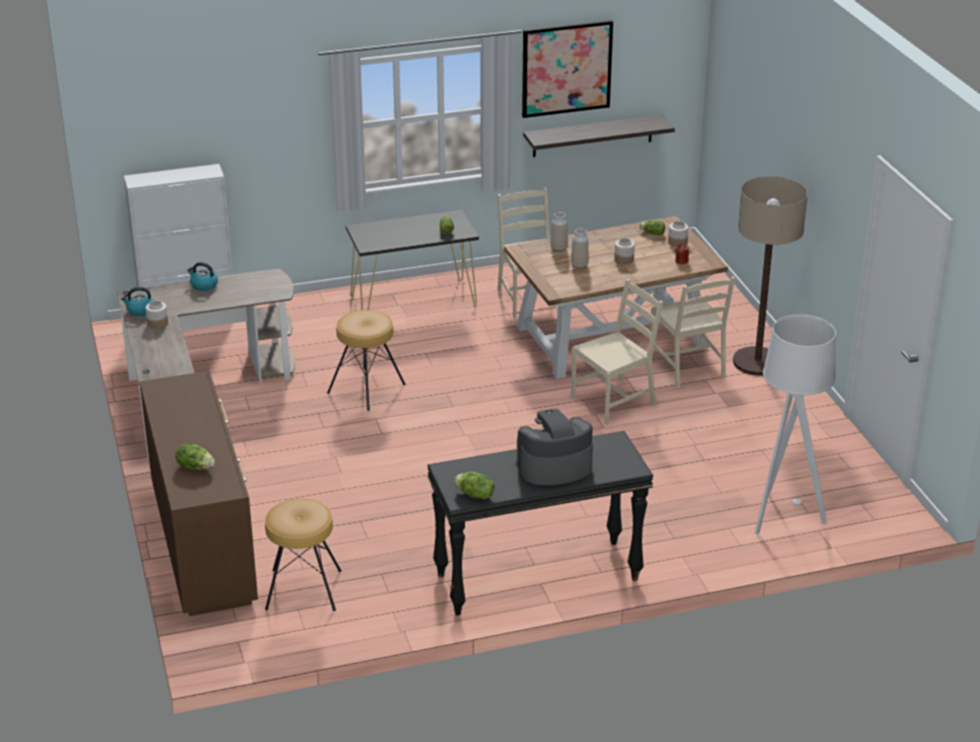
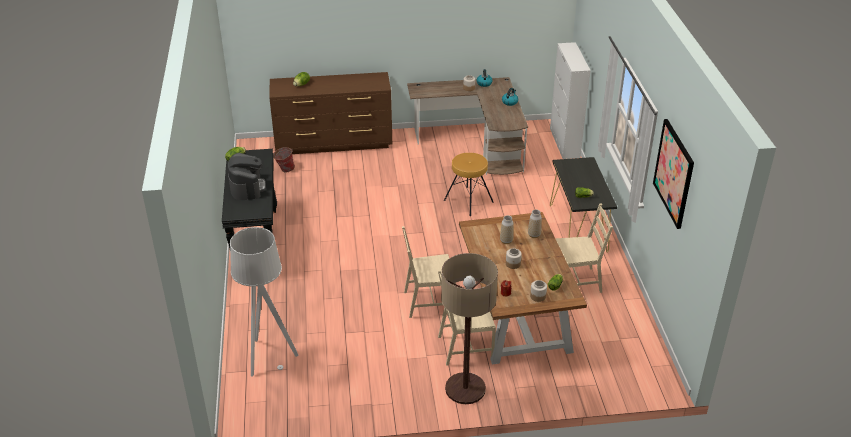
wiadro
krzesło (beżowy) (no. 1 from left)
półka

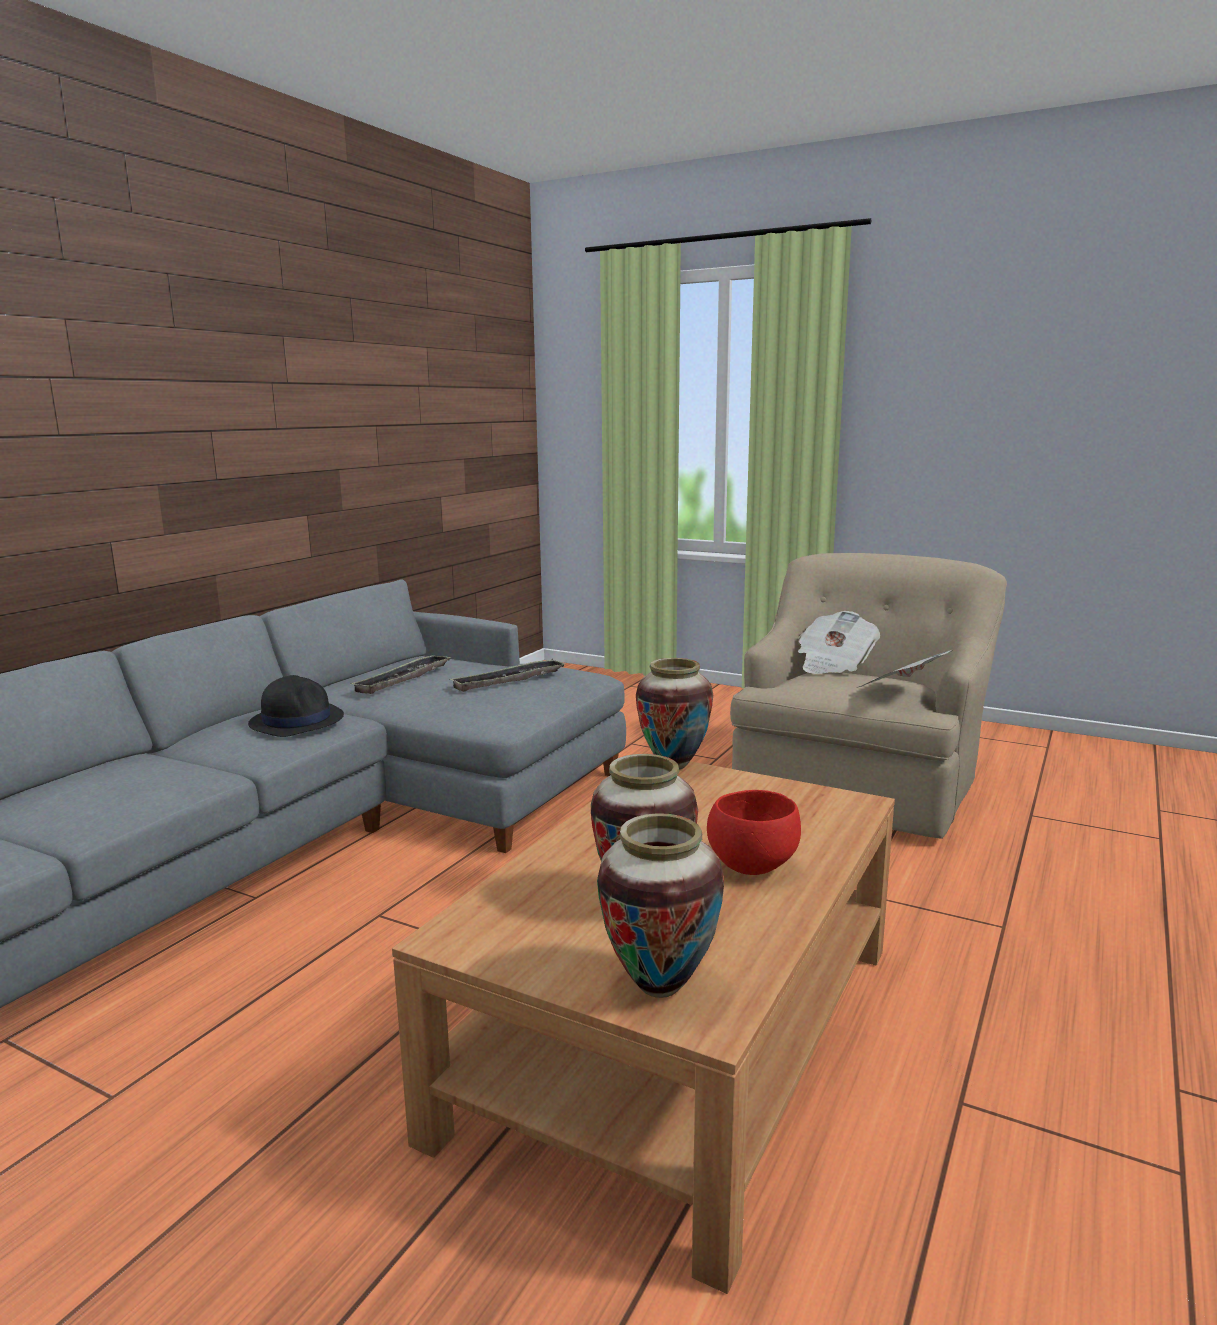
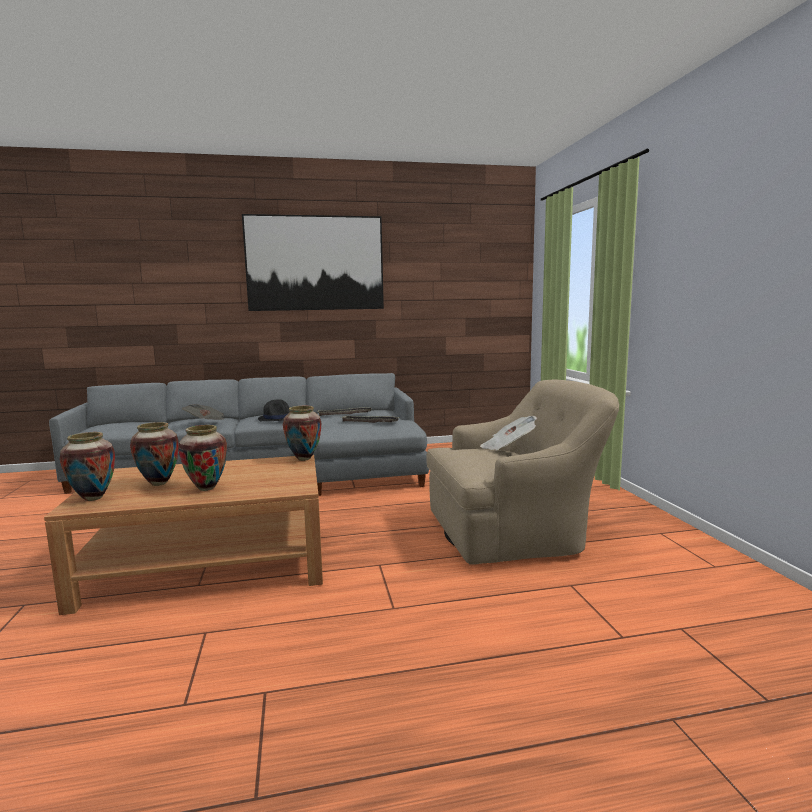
wazon (no. 3 from left)
gazeta (no. 1 from left)
obraz

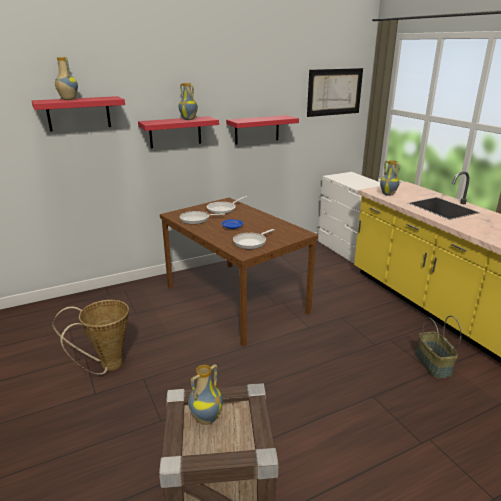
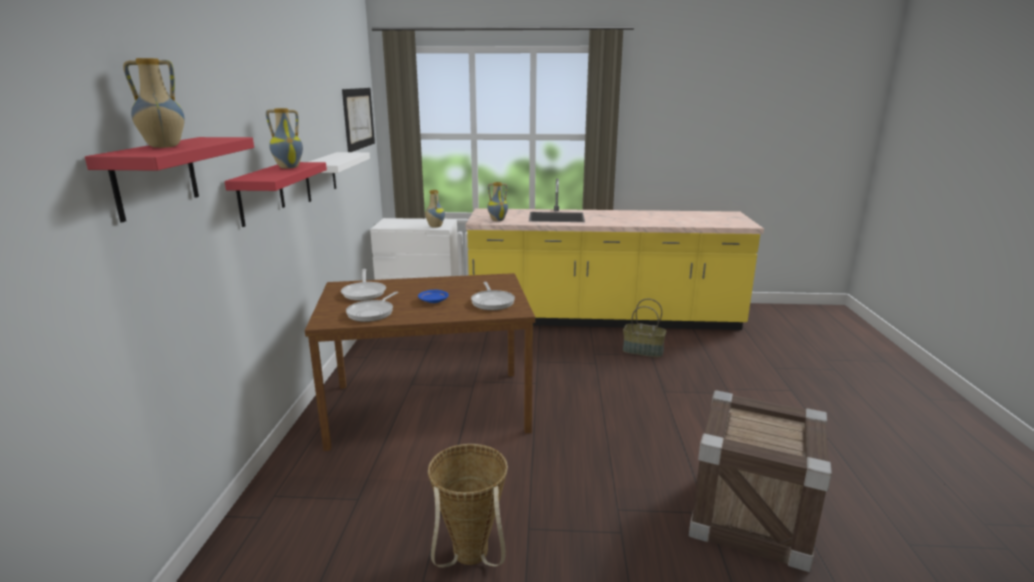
półka (biały)
wazon (no. 3 from left)

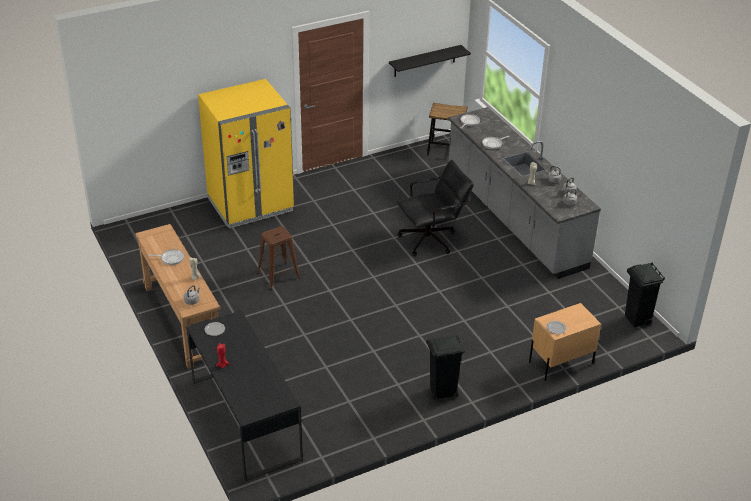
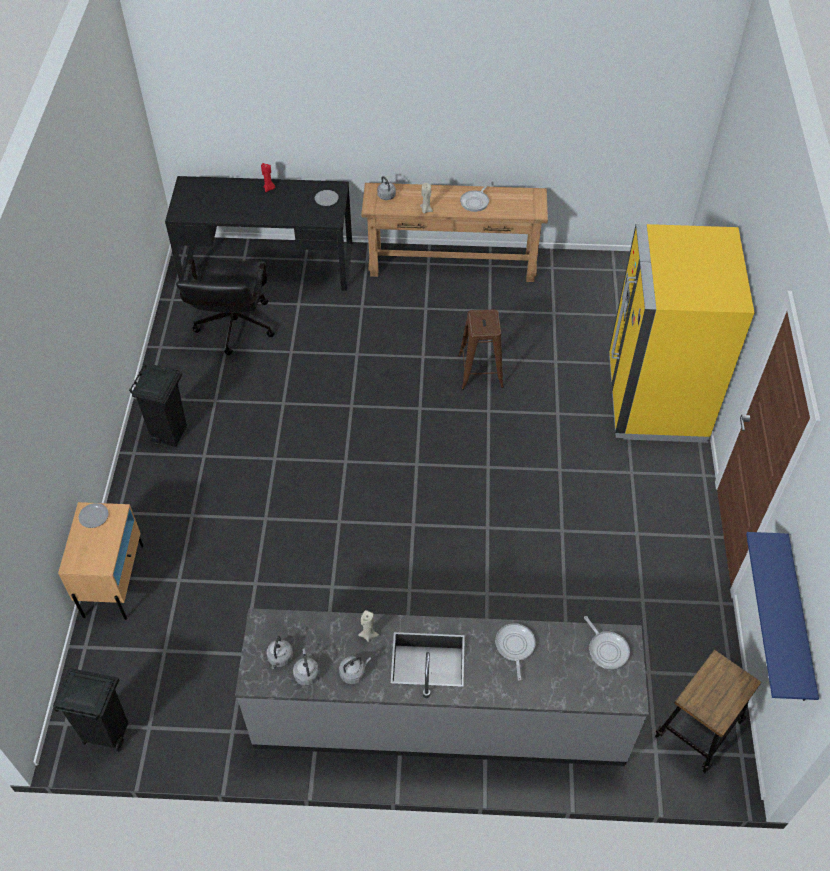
krzesło biurowe (czarny)
półka (niebieski)

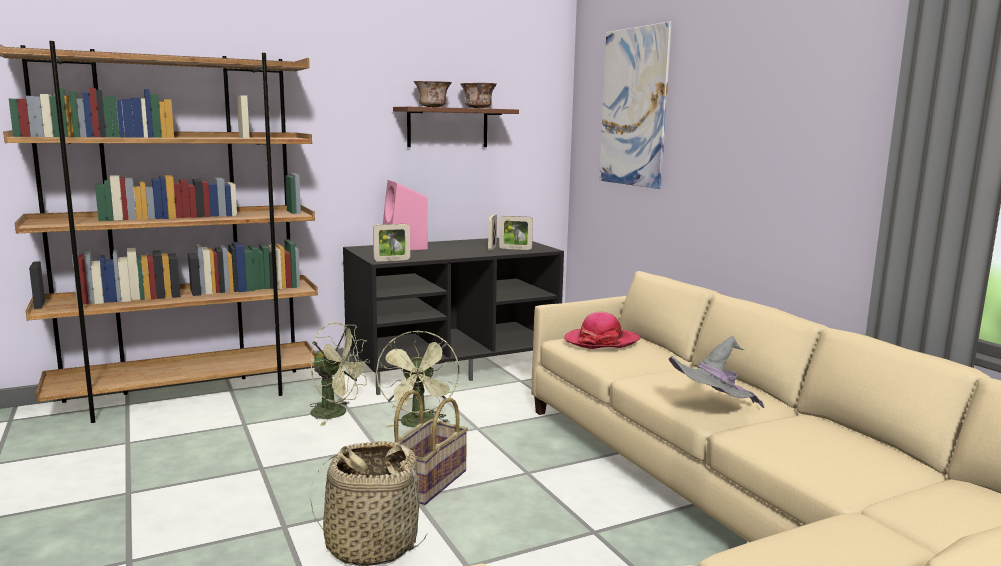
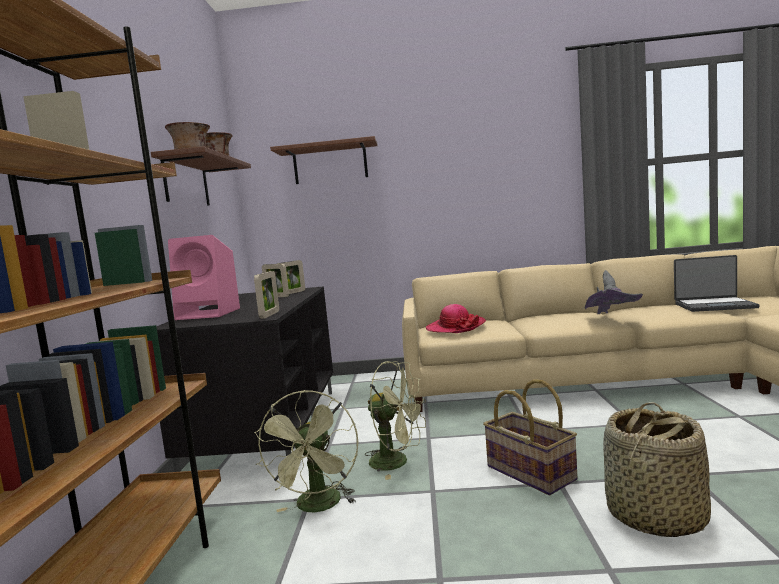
wentylator (zielony) (no. 1 from left)
półka (brązowy) (no. 2 from left)
laptop

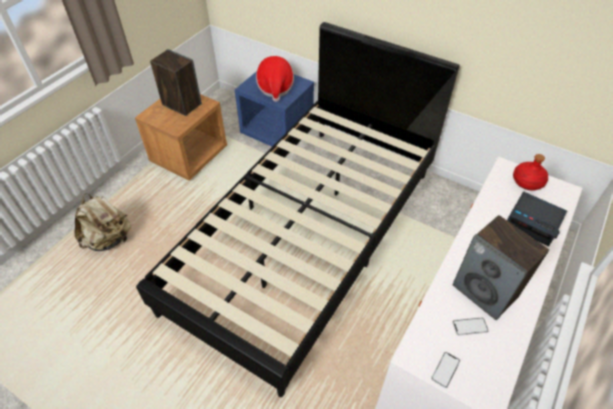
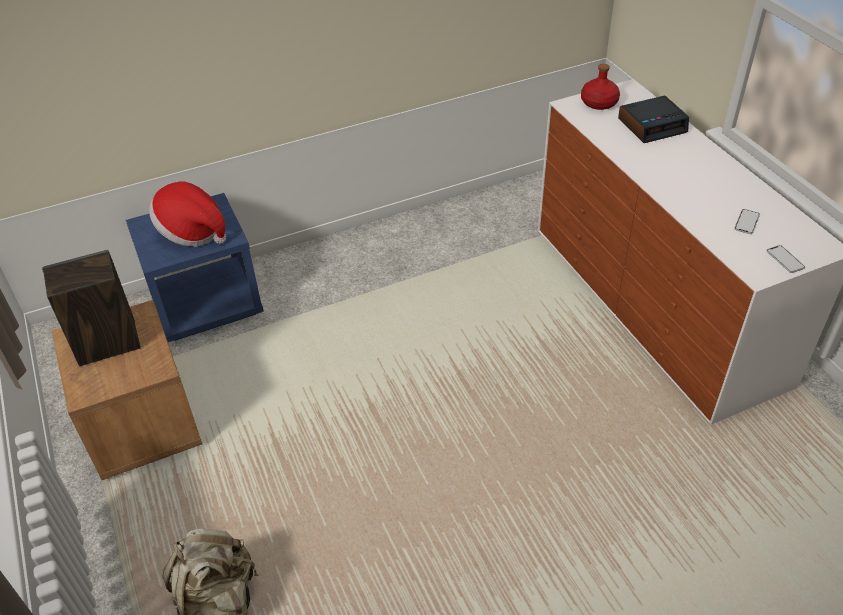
łóżko (czarny)
głośnik (no. 2 from left in the first image)

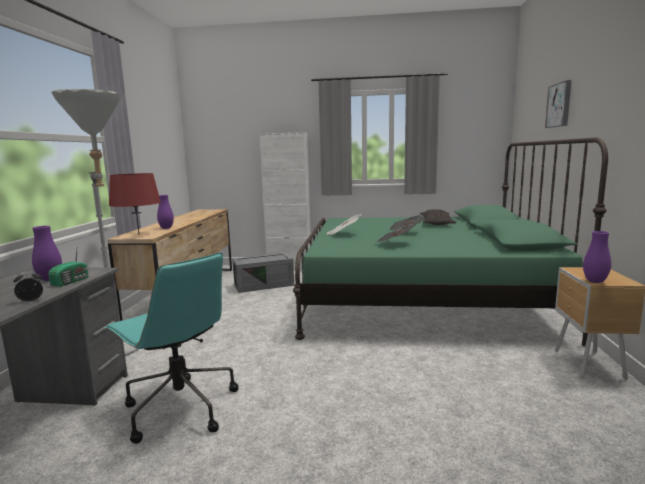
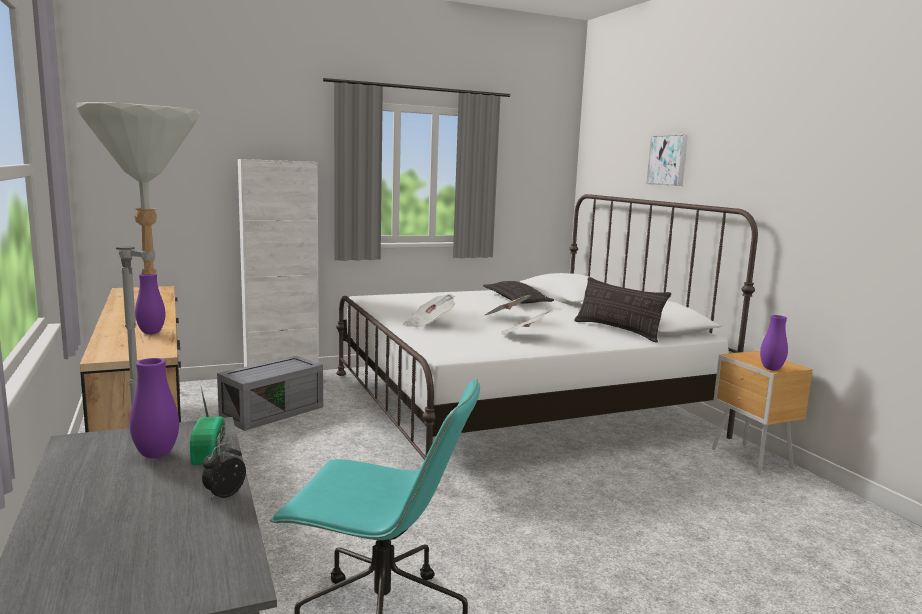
łóżko (biały)
poduszka (no. 2 from left)
lampa stołowa (czerwony)

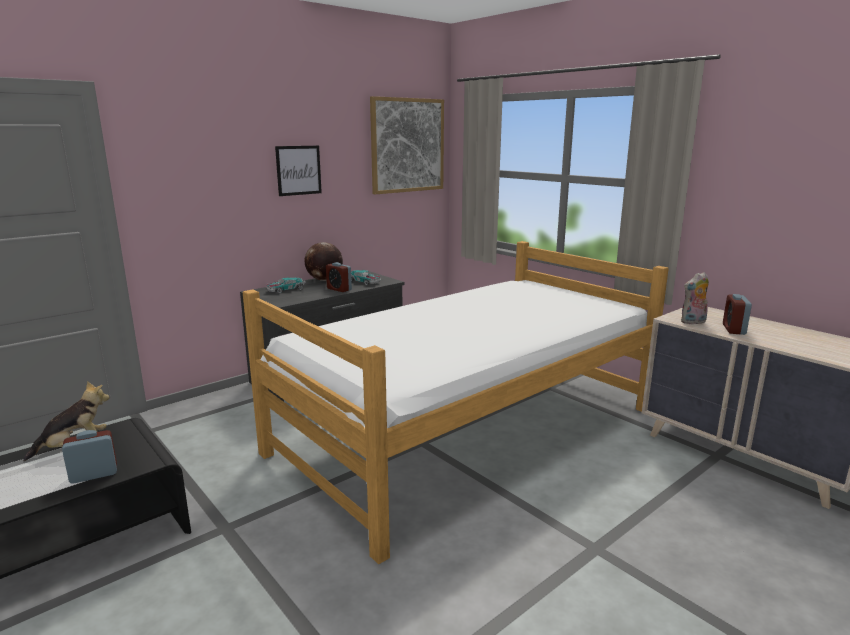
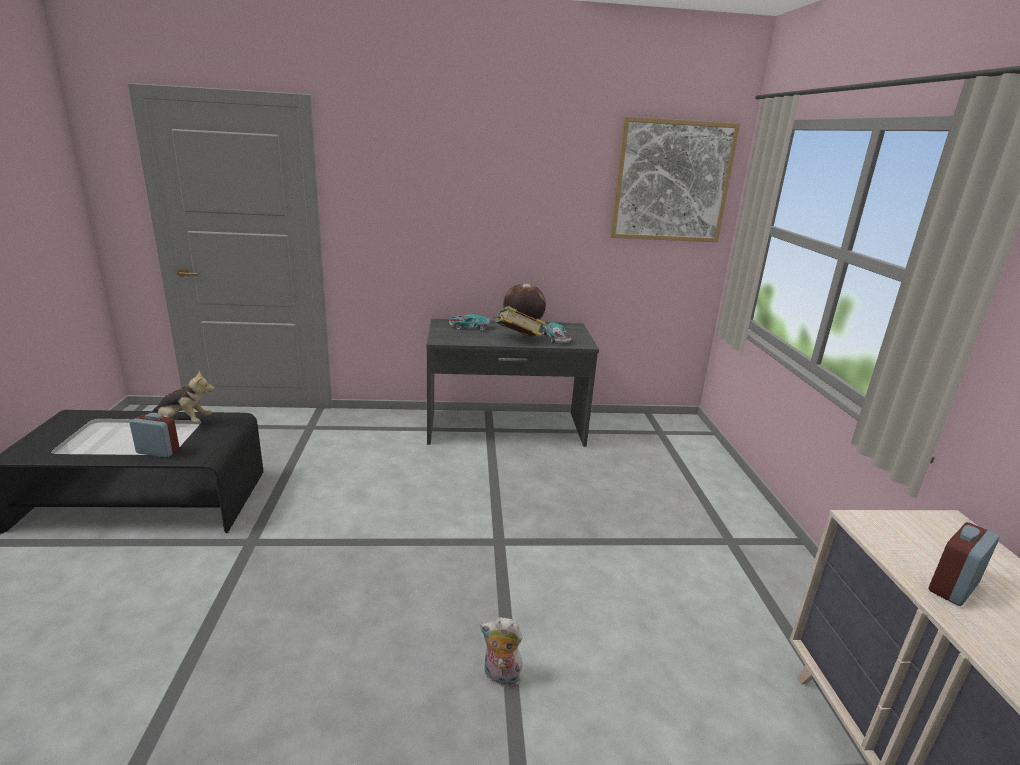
pluszak (no. 2 from left)
książka
łóżko
obraz (no. 1 from left in the first image)

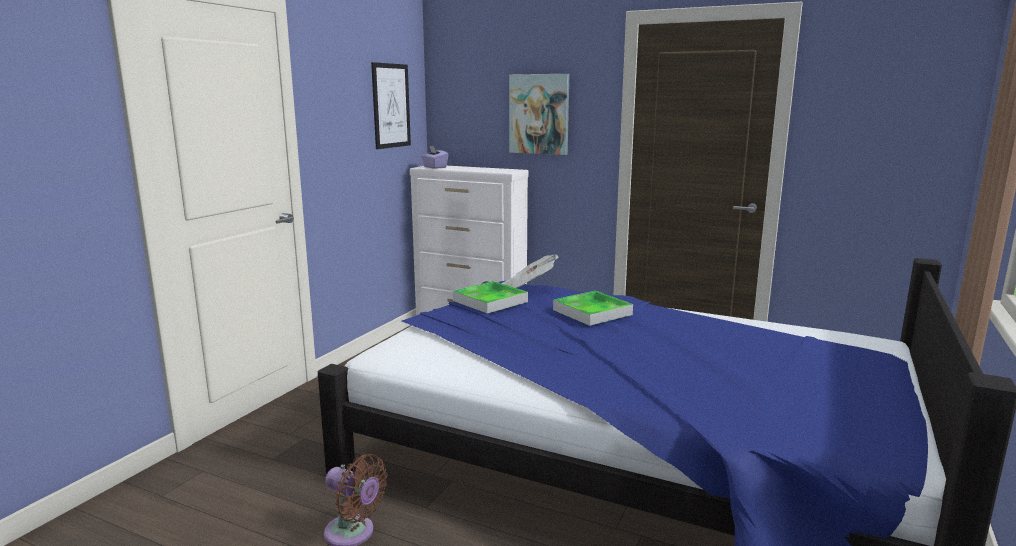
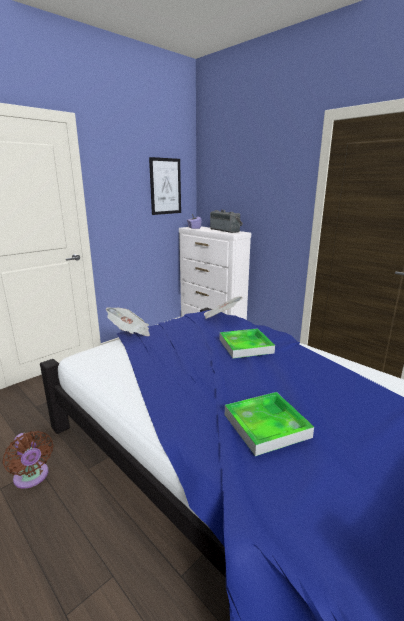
gazeta (no. 1 from left)
radio
taca (no. 2 from left)
obraz (no. 2 from left in the first image)

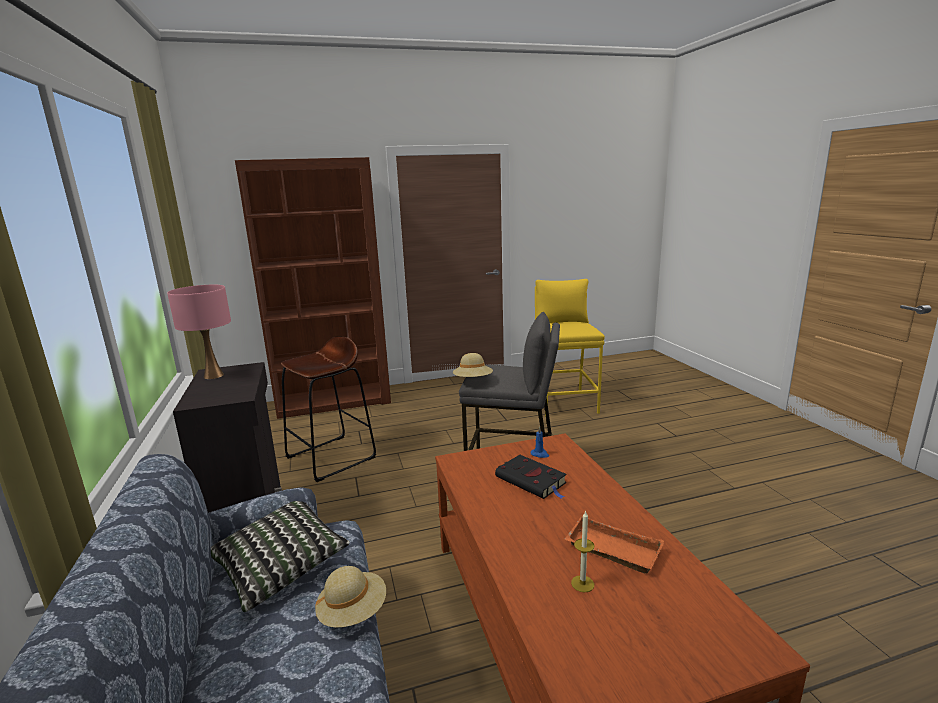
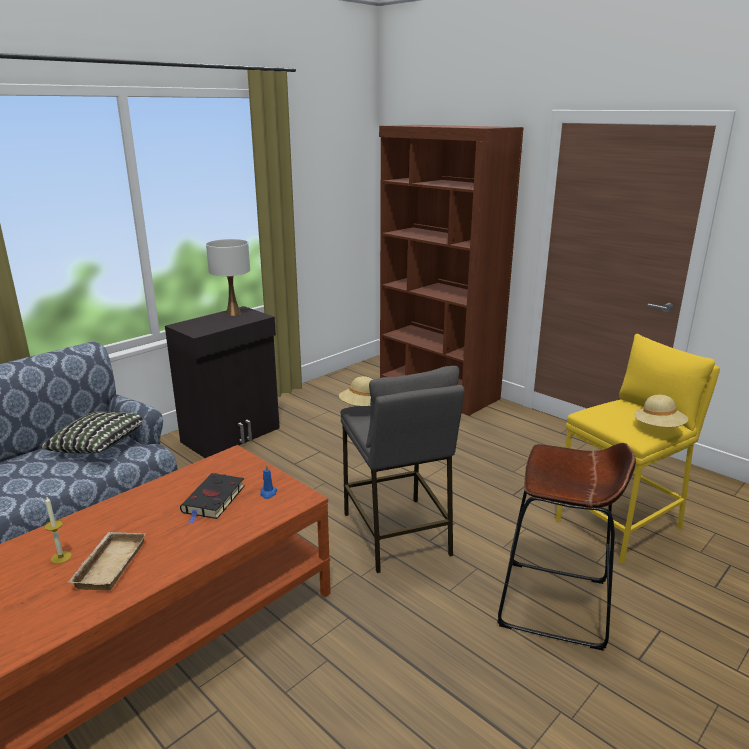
taca (beżowy)
lampa stołowa (biały)
stołek (brązowy)
kapelusz (beżowy) (no. 2 from left)

